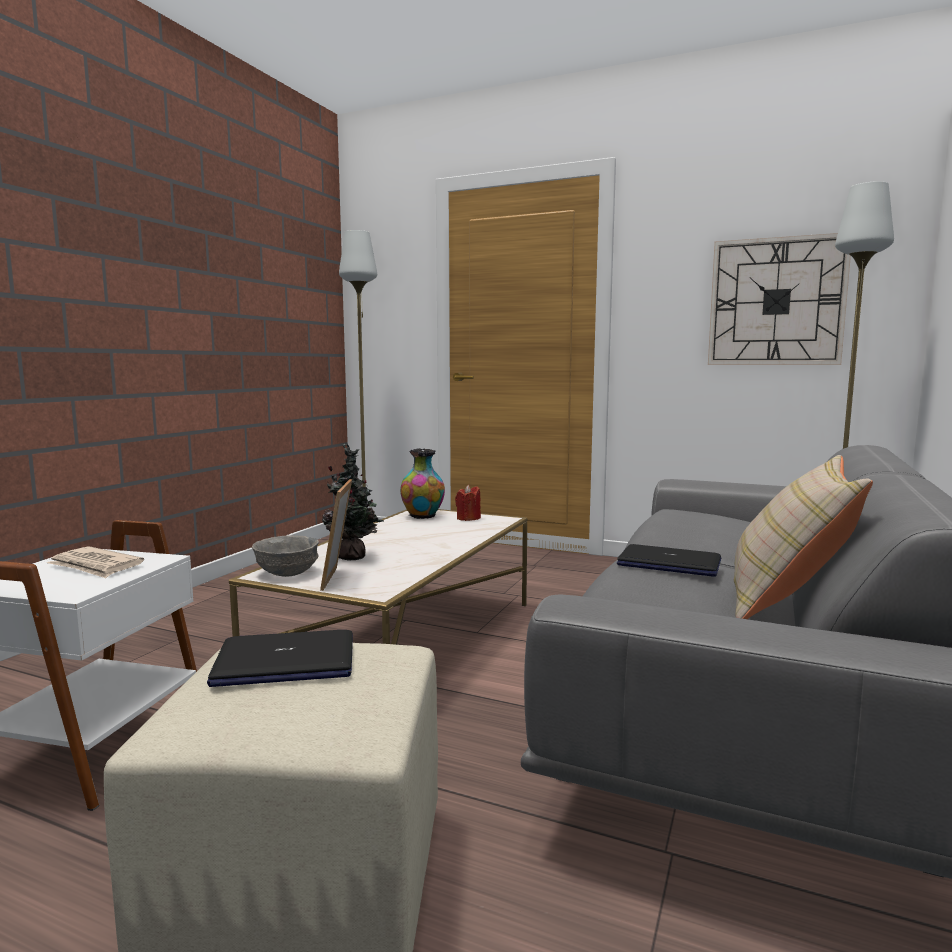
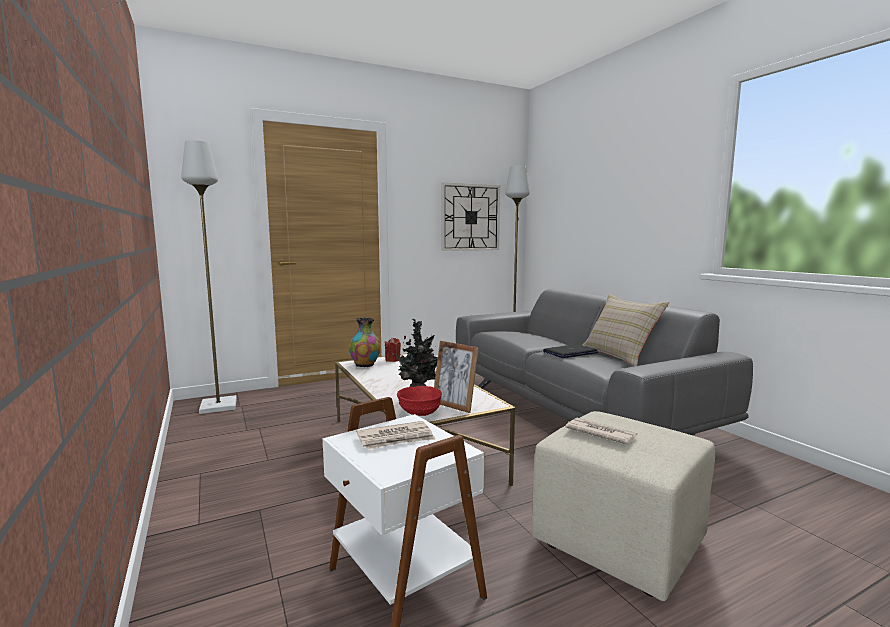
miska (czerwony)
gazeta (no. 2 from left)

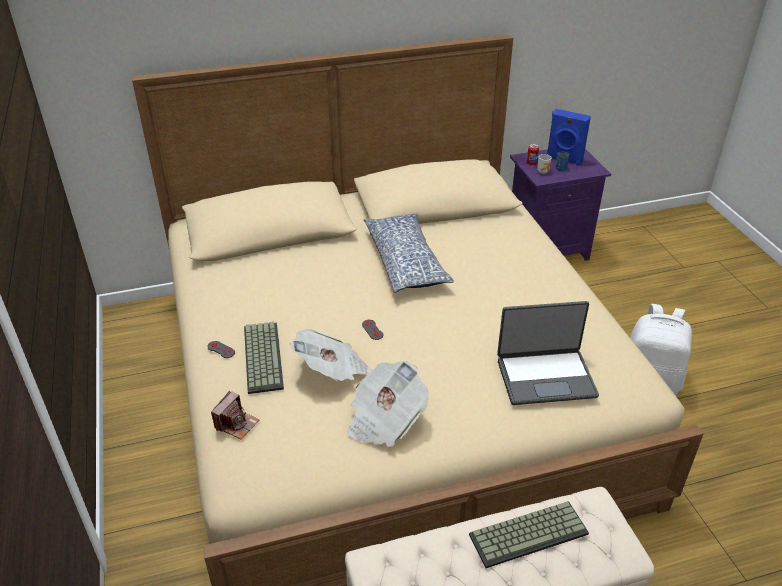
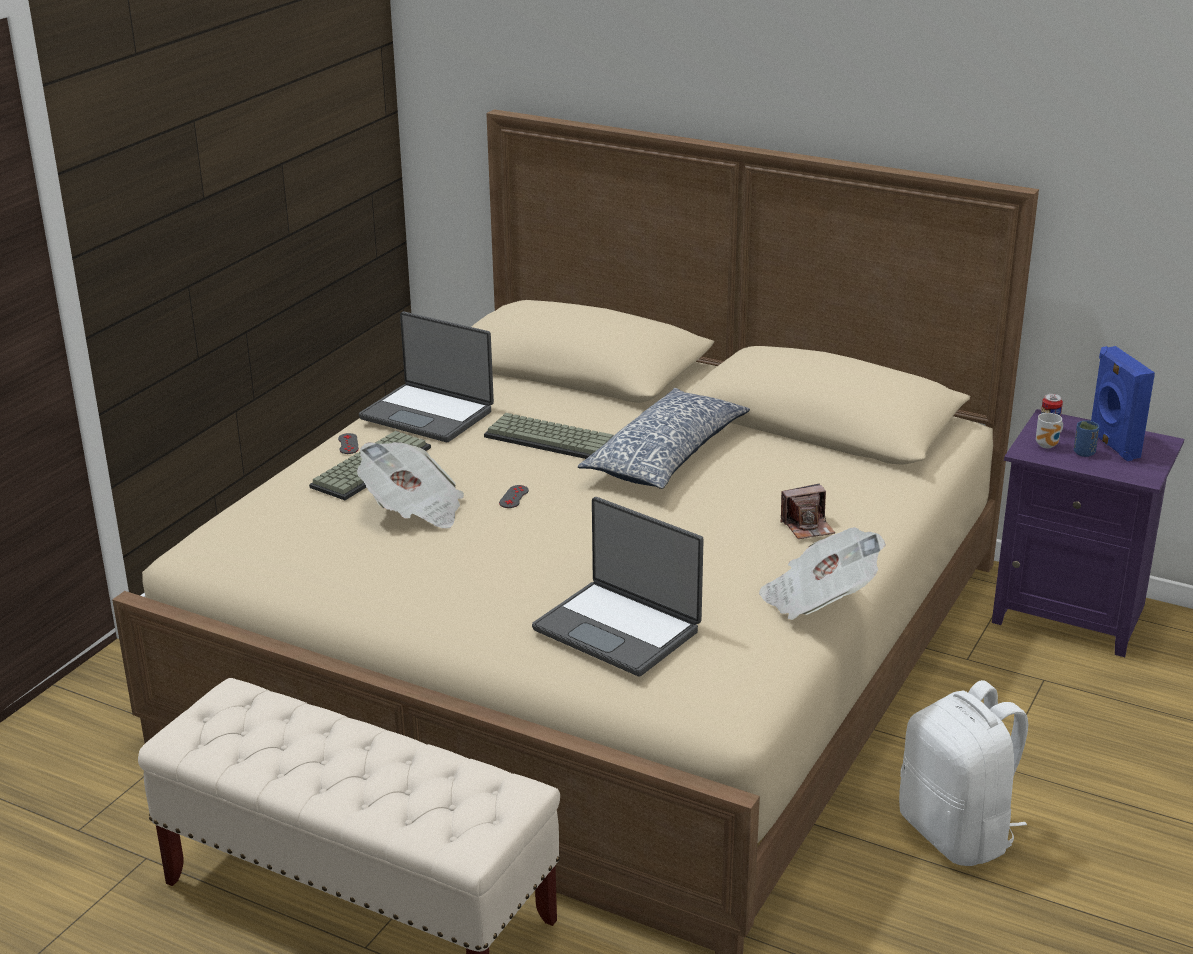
laptop (no. 1 from left)
klawiatura (no. 2 from left)
gazeta (no. 2 from left)
aparat fotograficzny

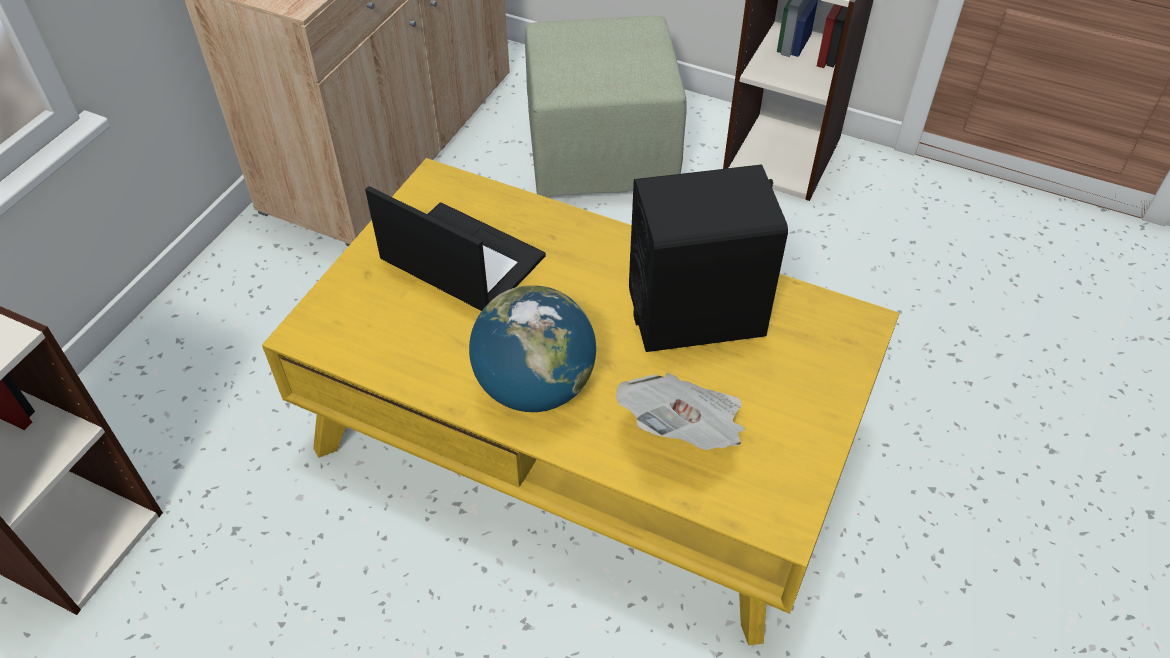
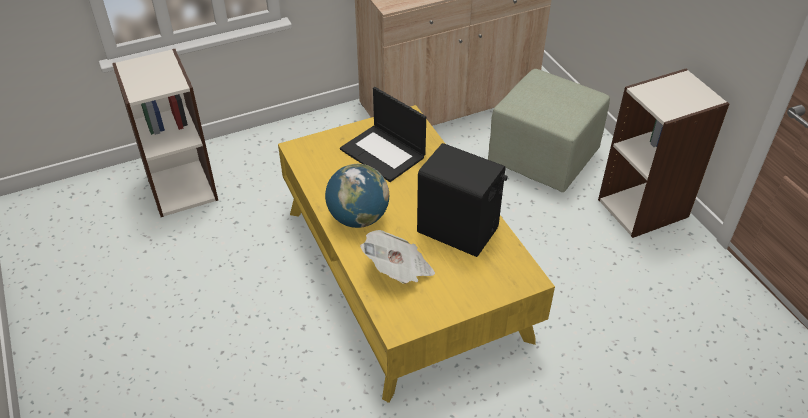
laptop

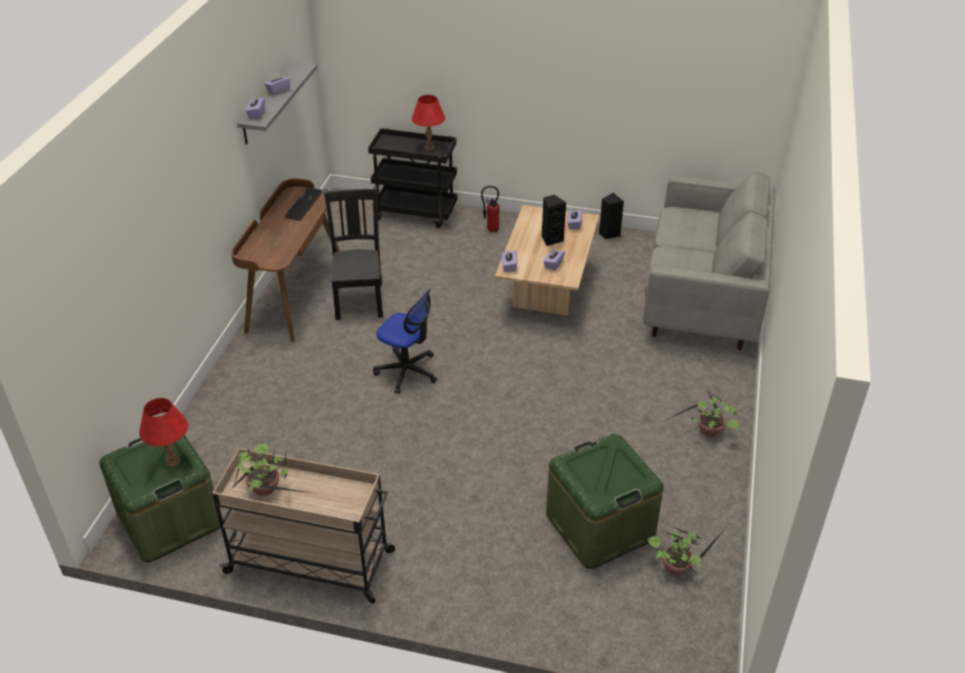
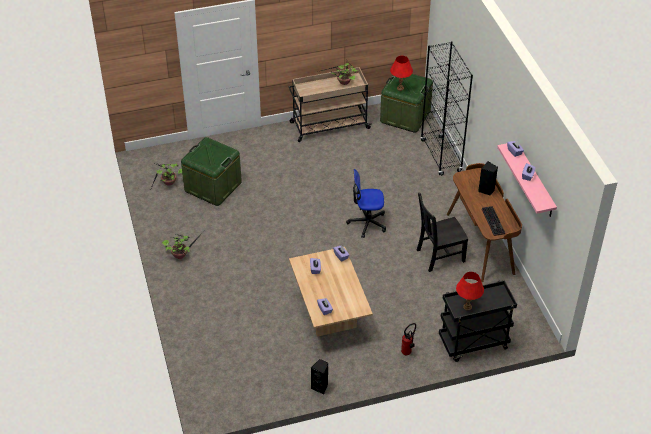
krzesło (czarny)
regał (czarny)
głośnik (czarny) (no. 2 from left)
półka (różowy)
kanapa (szary)

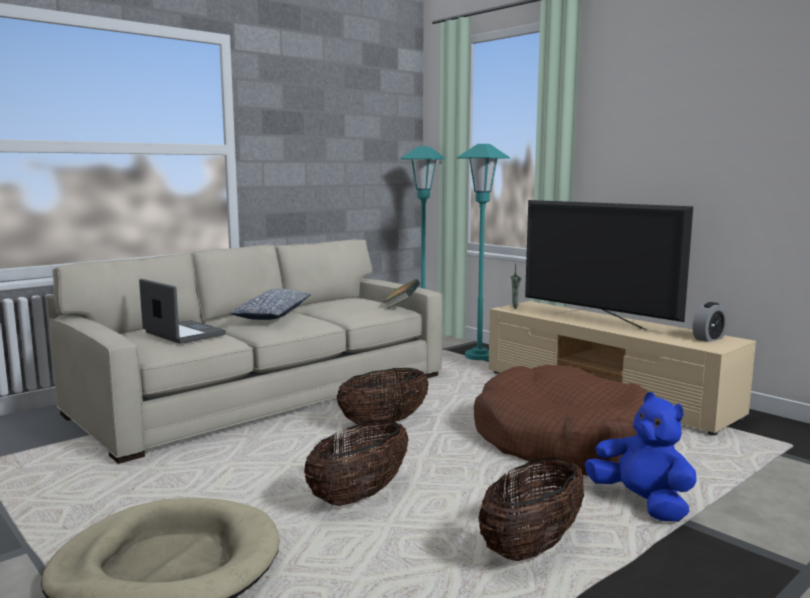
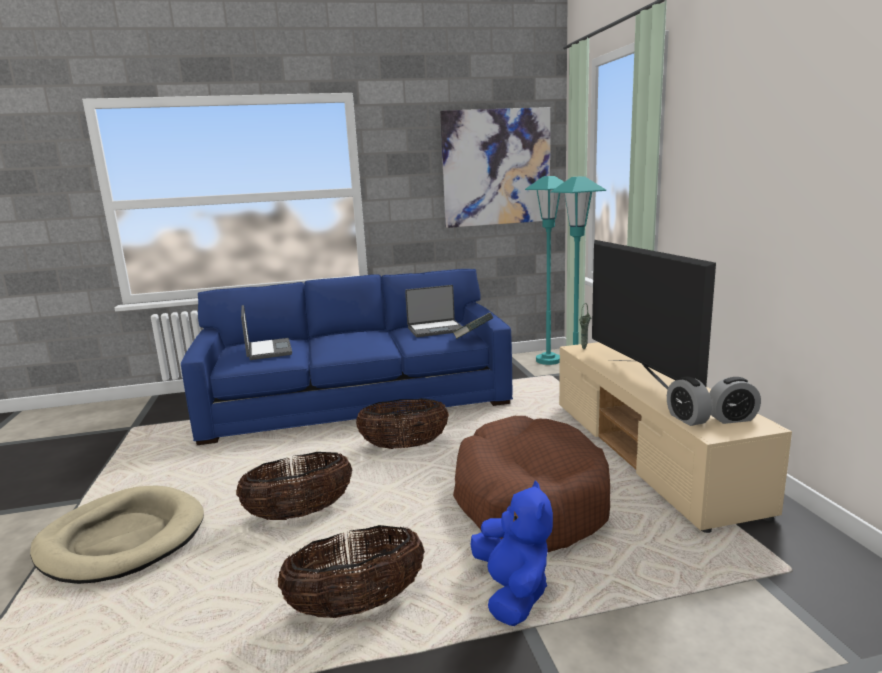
kanapa (niebieski)
laptop (no. 2 from left)
obraz
budzik (no. 1 from left)
poduszka

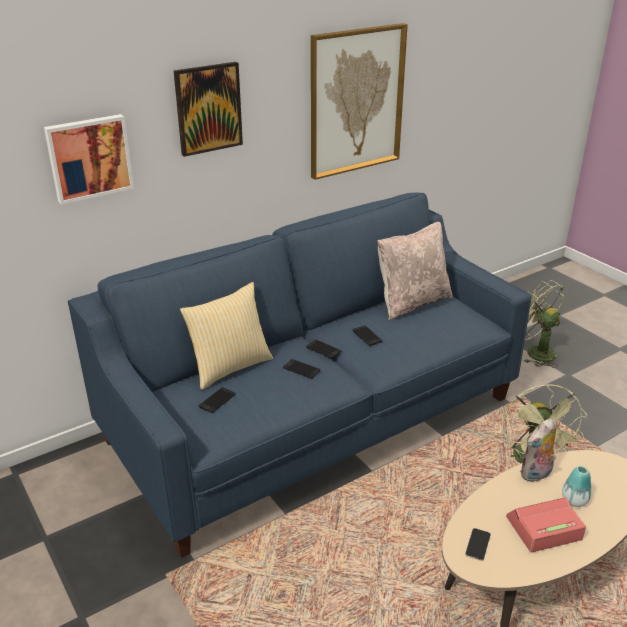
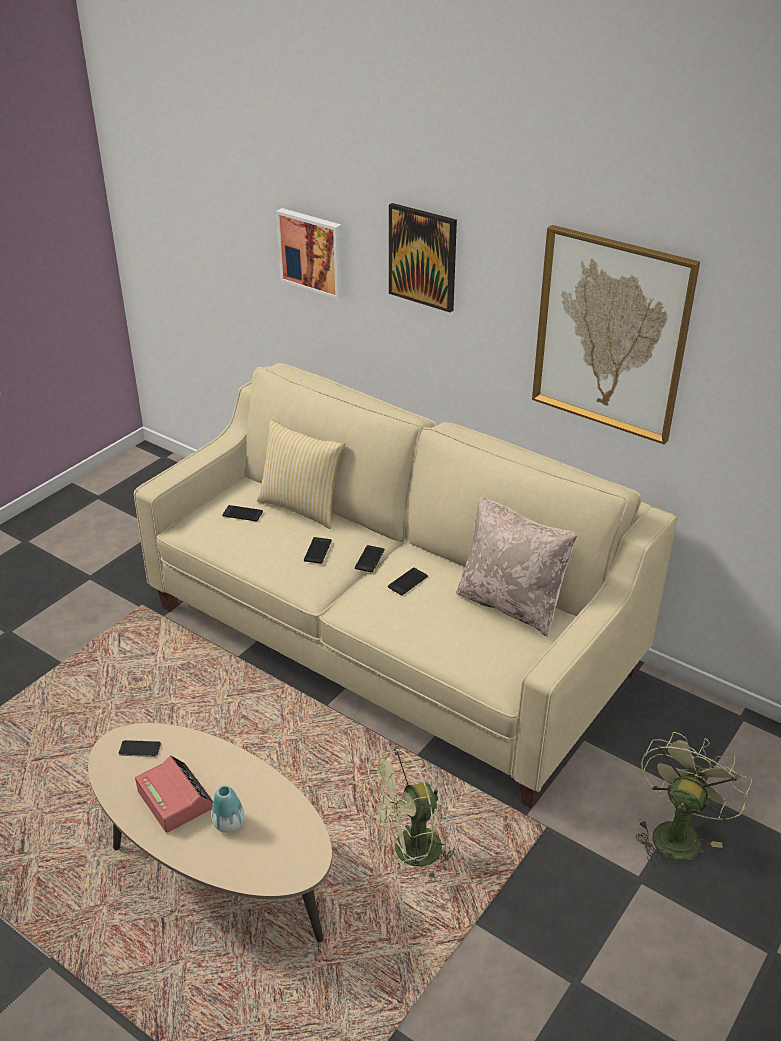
kanapa (beżowy)
pluszak

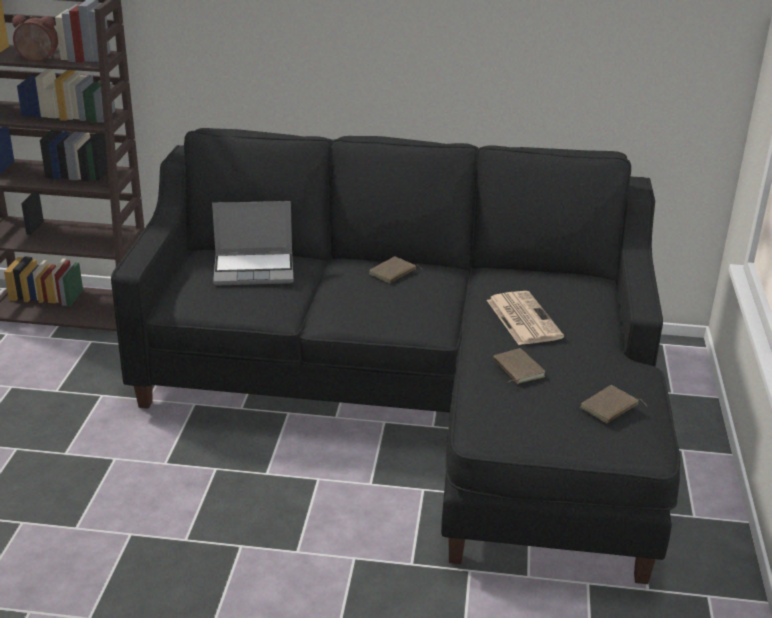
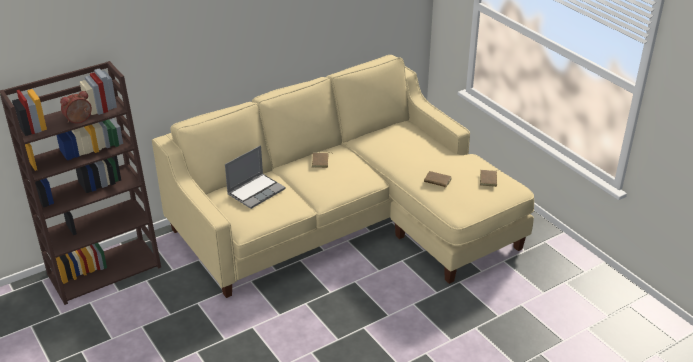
kanapa (beżowy)
gazeta

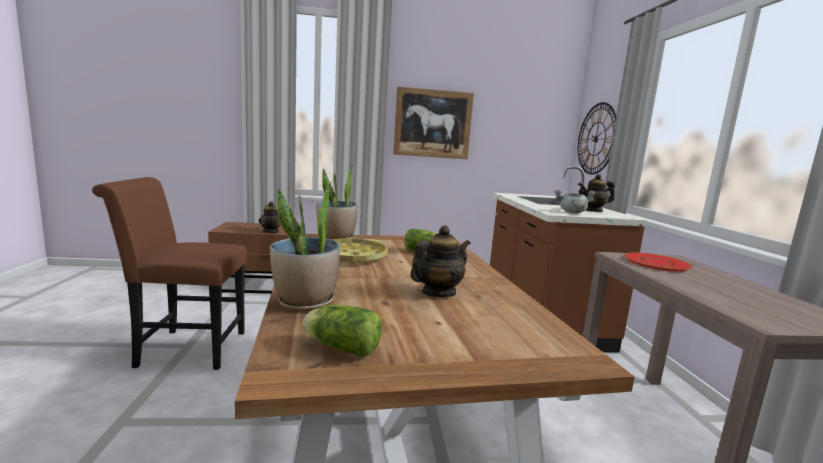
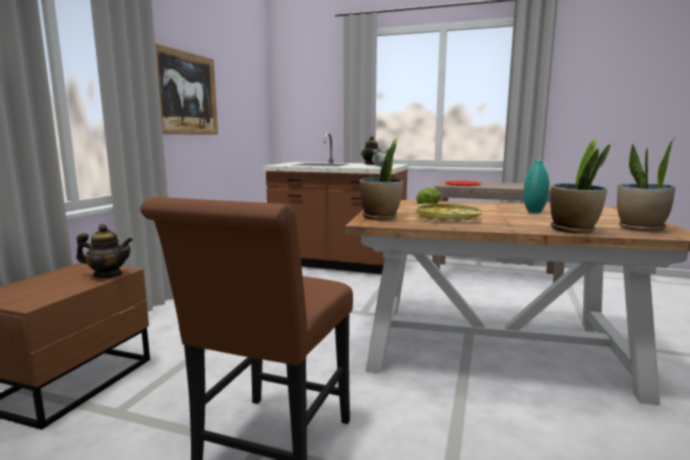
wazon (turkusowy)
roślina doniczkowa (no. 3 from left)
zegar ścienny

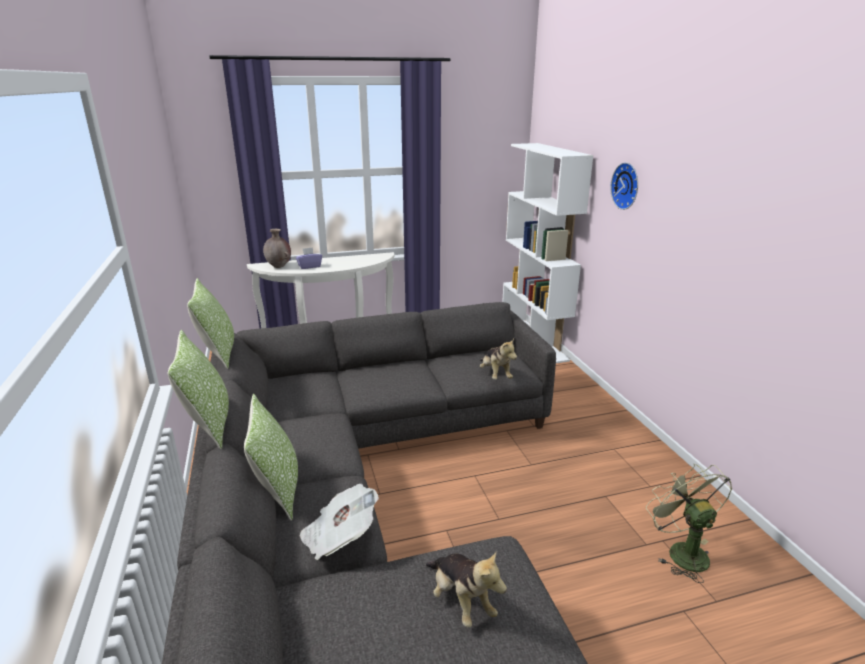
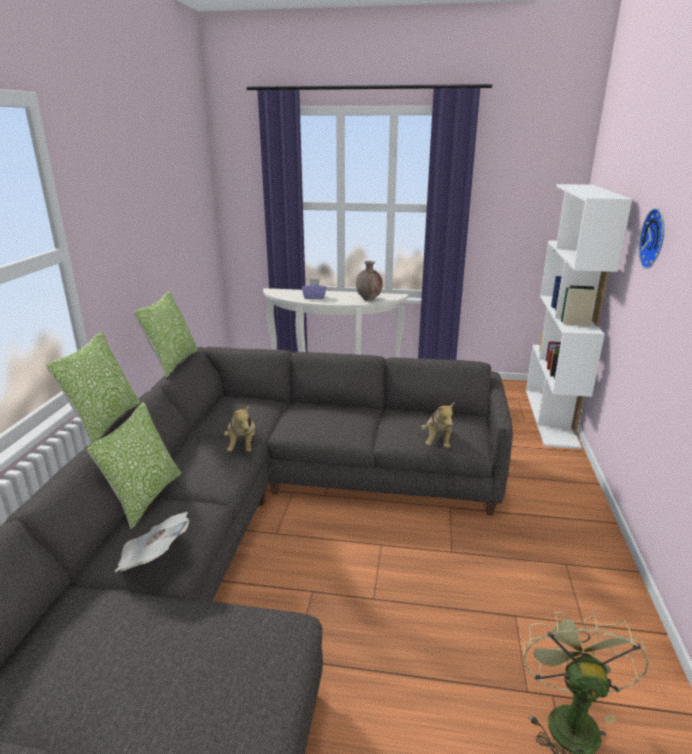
pluszak (no. 1 from left)
wazon (brązowy)

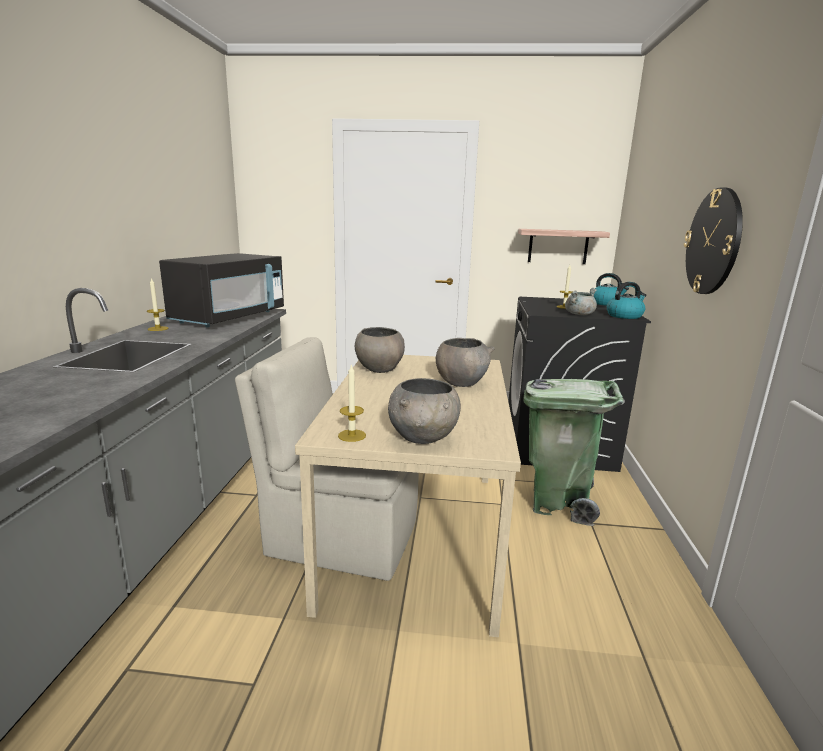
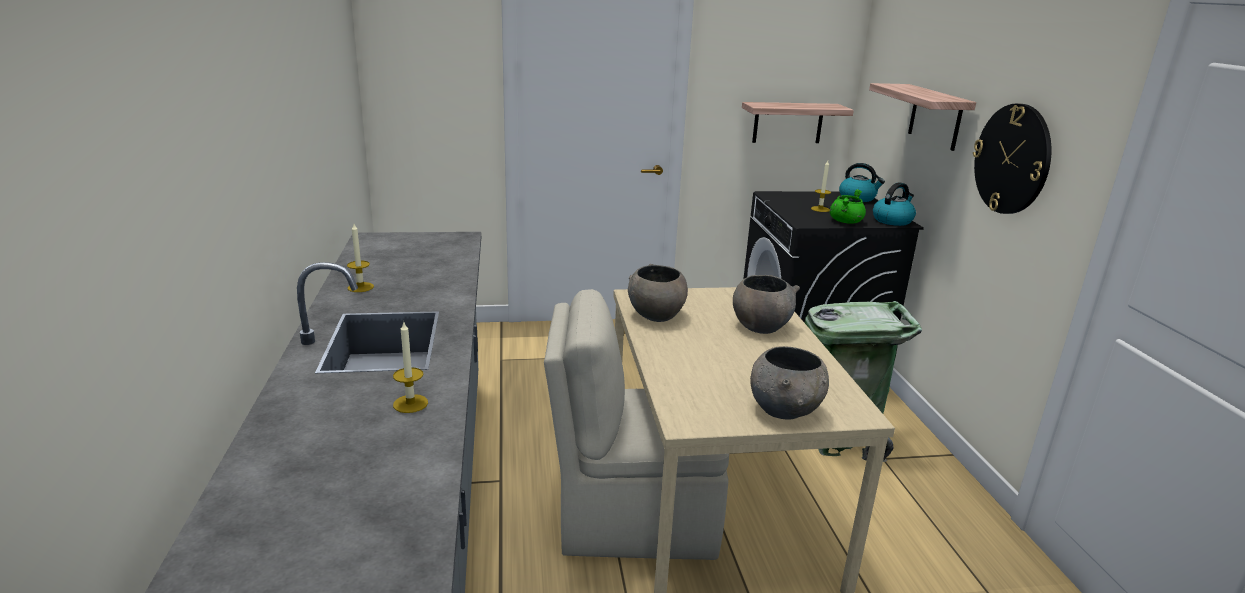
świeca (no. 2 from left)
garnek (zielony)
półka (no. 2 from left)
mikrofalówka (czarny)

